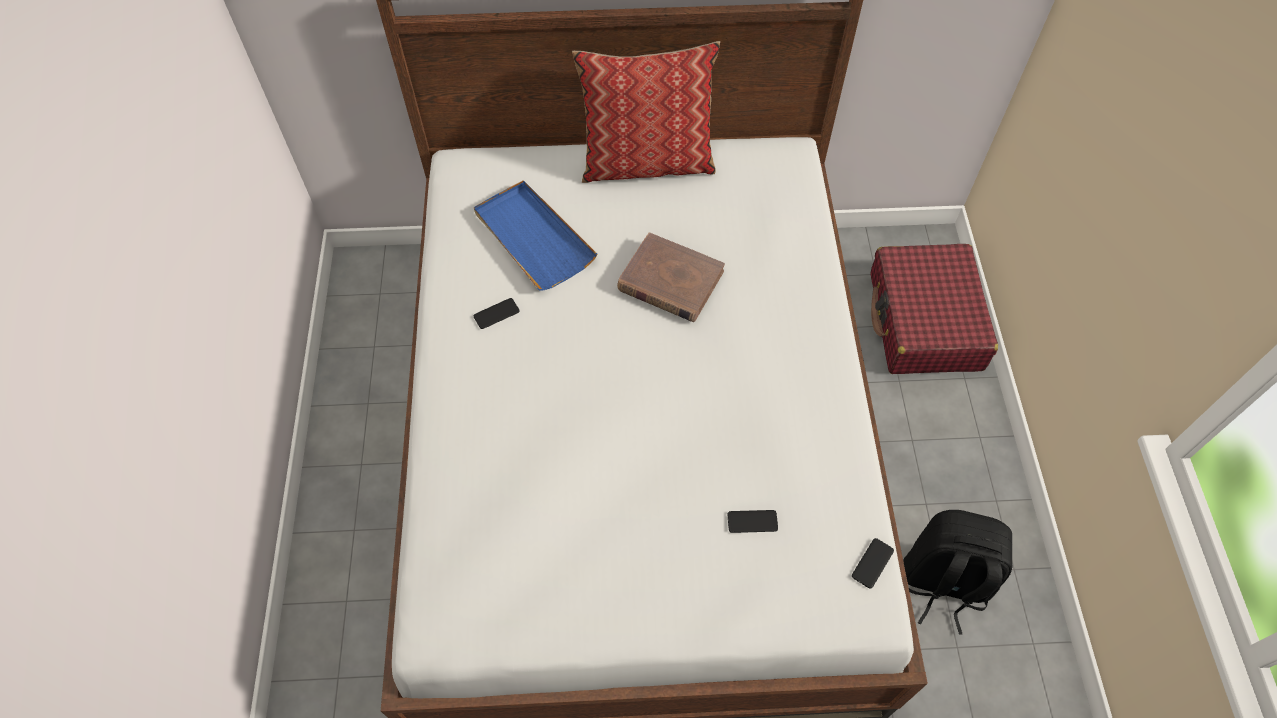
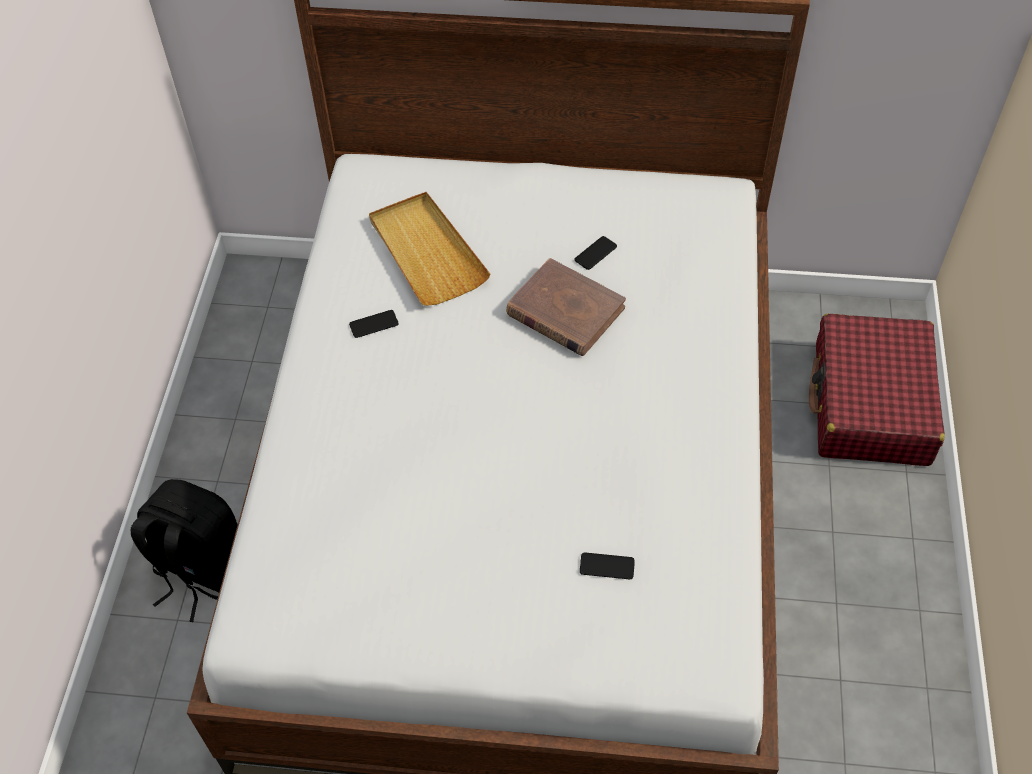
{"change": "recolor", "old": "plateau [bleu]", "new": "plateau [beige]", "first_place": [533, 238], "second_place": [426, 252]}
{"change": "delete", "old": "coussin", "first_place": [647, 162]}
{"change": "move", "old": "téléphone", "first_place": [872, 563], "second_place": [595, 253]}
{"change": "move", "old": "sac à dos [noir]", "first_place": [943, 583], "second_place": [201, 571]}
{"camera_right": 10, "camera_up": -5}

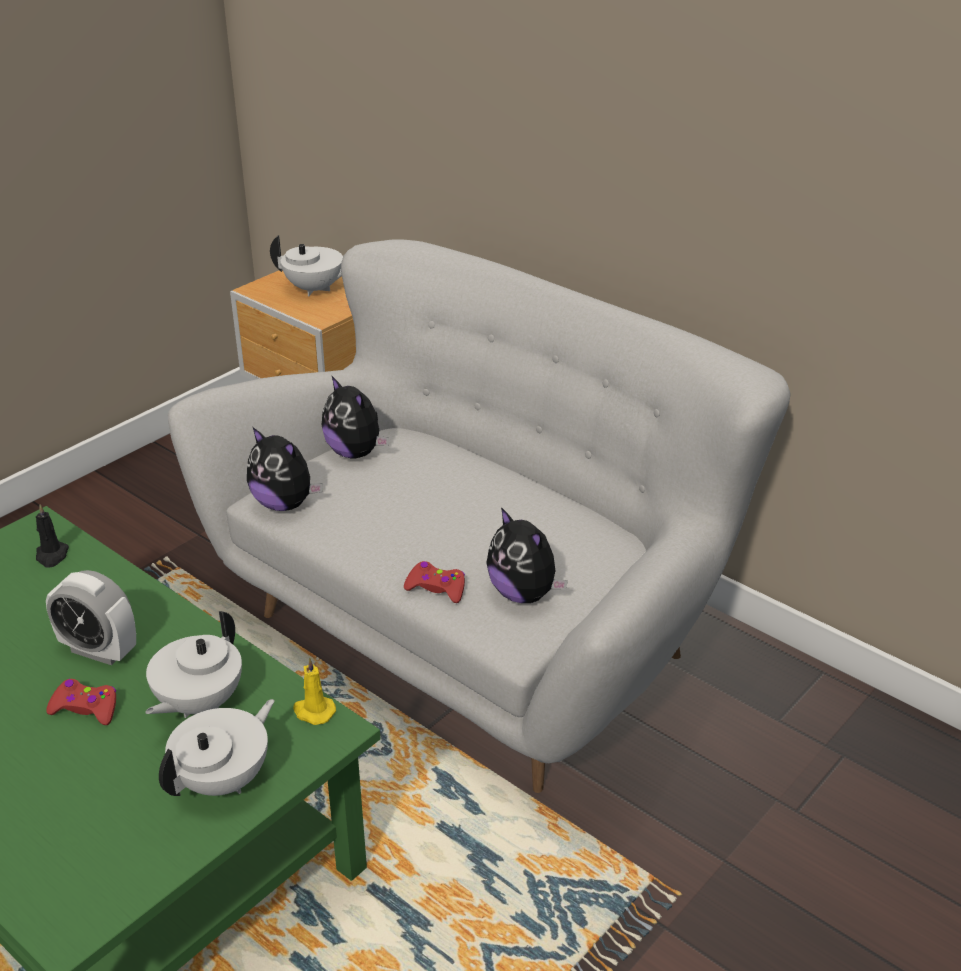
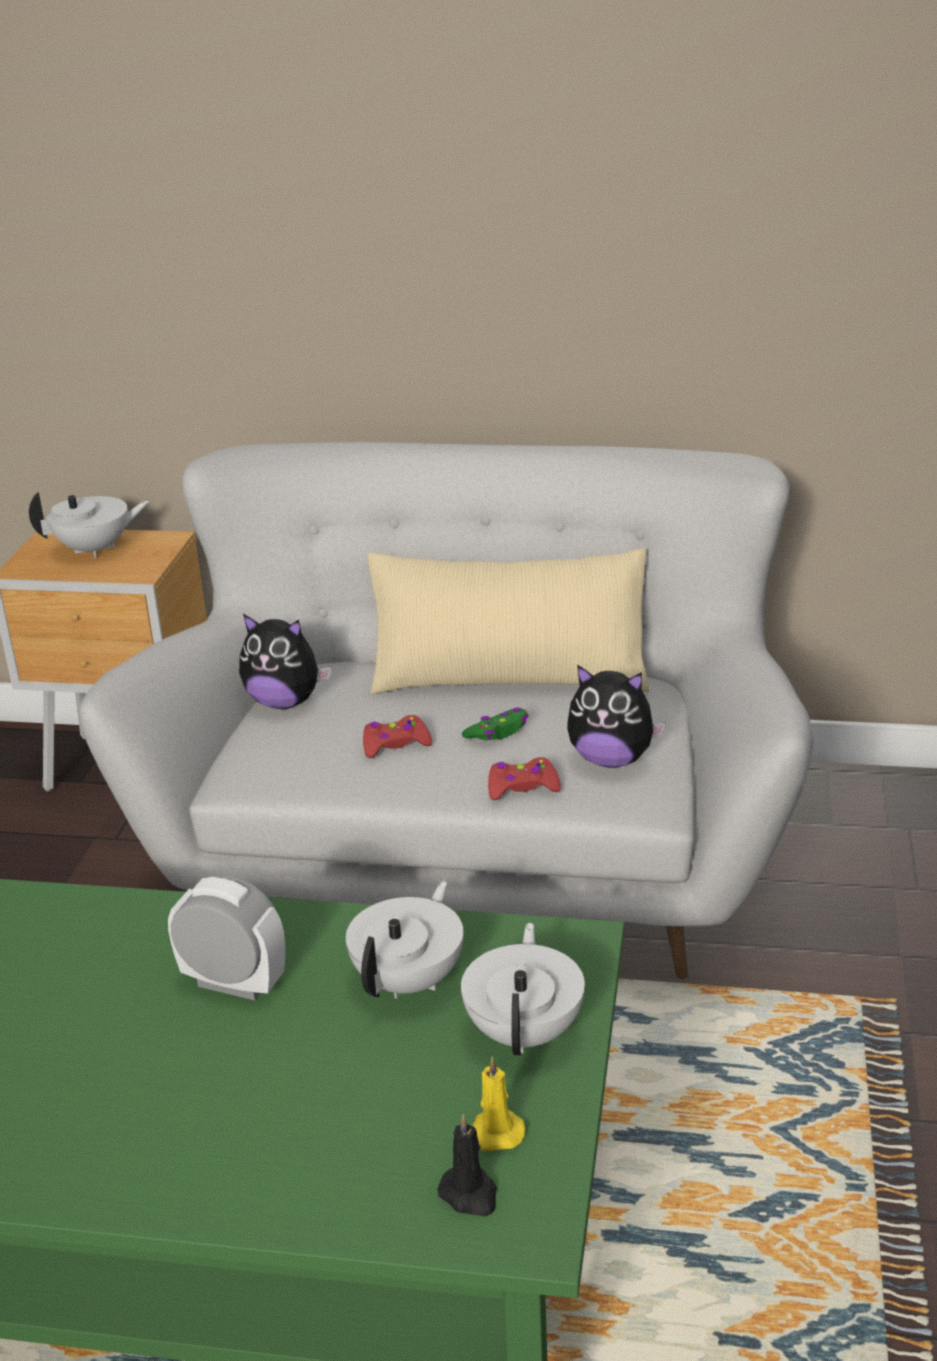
{"change": "move", "old": "bougie [noir]", "first_place": [52, 556], "second_place": [470, 1194]}
{"change": "rotate", "old": "réveil", "first_place": [99, 651], "second_place": [233, 983], "degrees": -150}
{"change": "move", "old": "manette [rouge]", "first_place": [86, 708], "second_place": [395, 744]}
{"change": "rotate", "old": "théière [blanc]", "first_place": [198, 703], "second_place": [410, 980], "degrees": -150}
{"change": "delete", "old": "peluche", "first_place": [284, 504]}
{"change": "move", "old": "bougie [jaune]", "first_place": [313, 711], "second_place": [493, 1134]}
{"change": "insert", "new": "coussin [beige]", "second_place": [509, 676]}
{"change": "insert", "new": "manette [vert]", "second_place": [498, 732]}
{"camera_right": -30, "camera_up": -5}

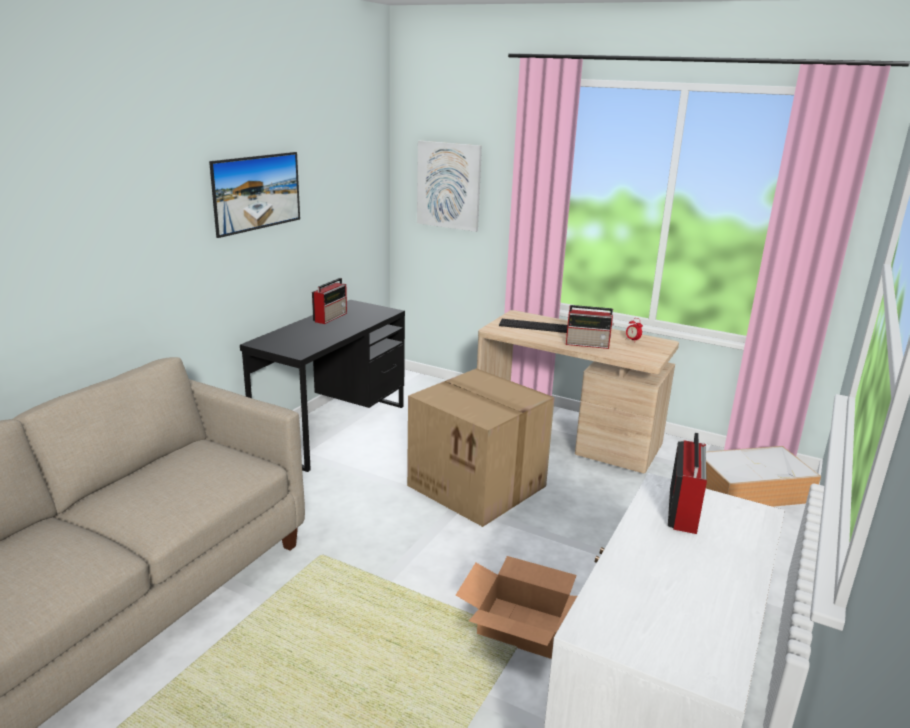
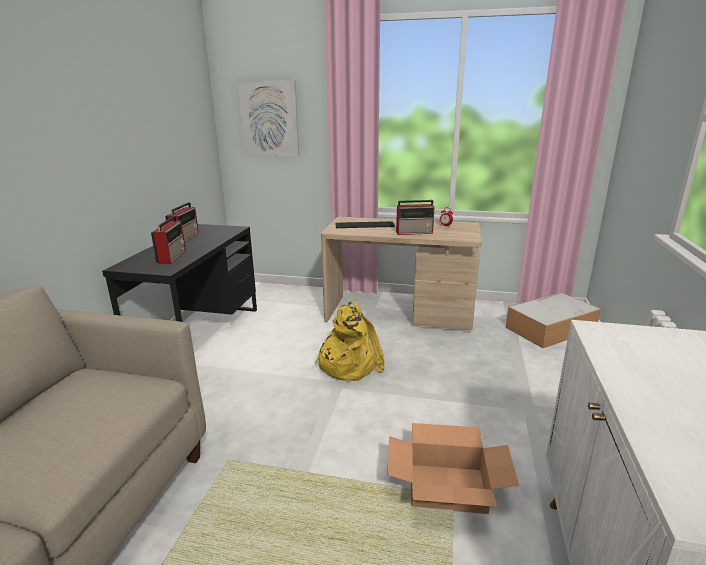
{"change": "delete", "old": "tableau", "first_place": [258, 210]}
{"change": "replace", "old": "carton", "new": "sac à dos [jaune]", "first_place": [479, 486], "second_place": [348, 364]}
{"change": "move", "old": "radio", "first_place": [683, 509], "second_place": [172, 256]}
{"camera_right": -15, "camera_up": 0}

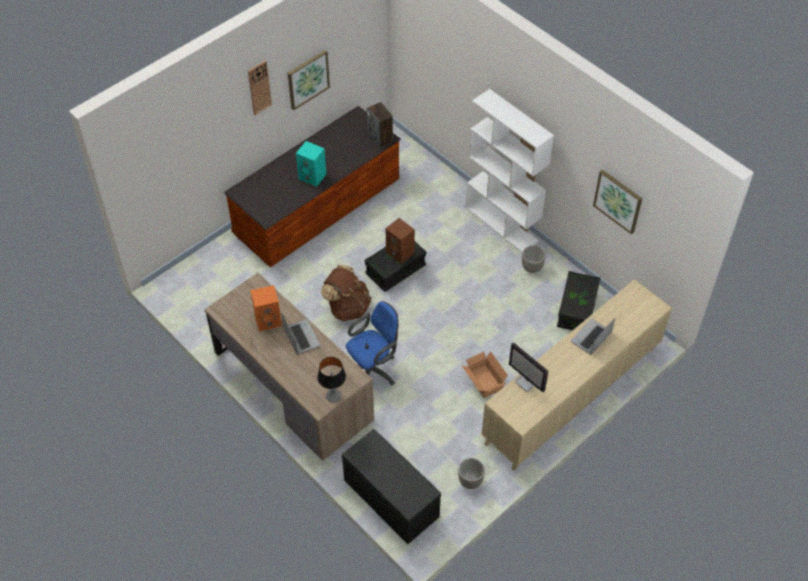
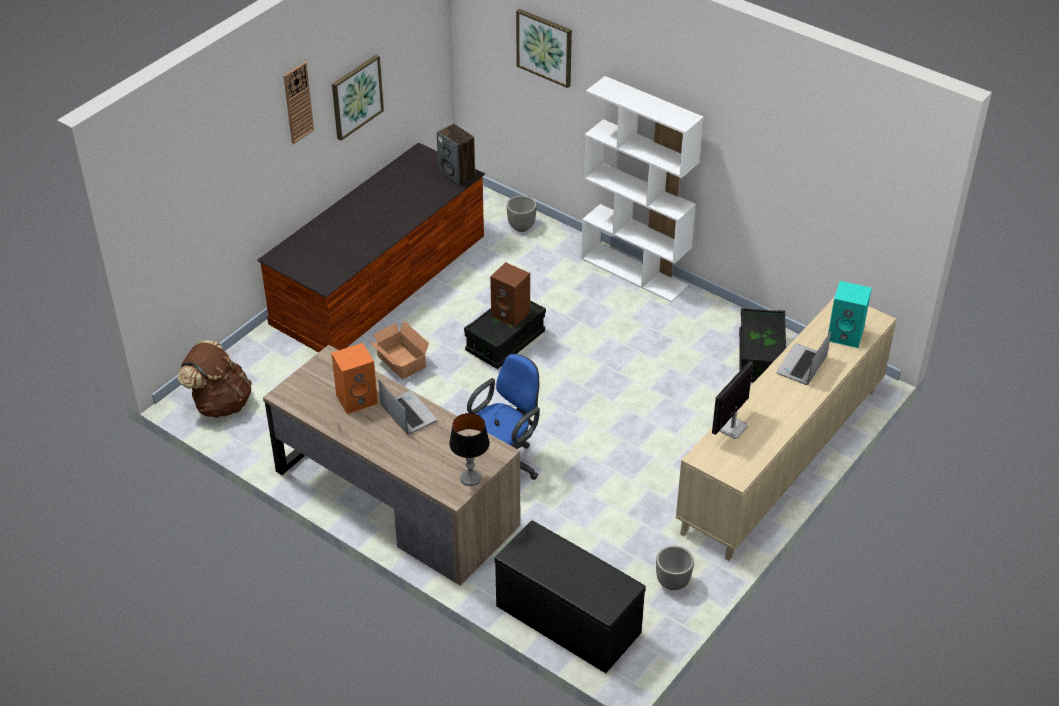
{"change": "move", "old": "enceinte [turquoise]", "first_place": [313, 176], "second_place": [846, 335]}
{"change": "move", "old": "sac à dos [marron]", "first_place": [348, 307], "second_place": [220, 403]}
{"change": "move", "old": "carton", "first_place": [484, 382], "second_place": [400, 363]}
{"change": "rotate", "old": "écran d'ordinateur", "first_place": [527, 382], "second_place": [731, 428], "degrees": 90}
{"change": "move", "old": "cache-pot", "first_place": [531, 268], "second_place": [521, 227]}
{"change": "move", "old": "tableau", "first_place": [618, 201], "second_place": [545, 47]}
{"camera_right": -10, "camera_up": -10}

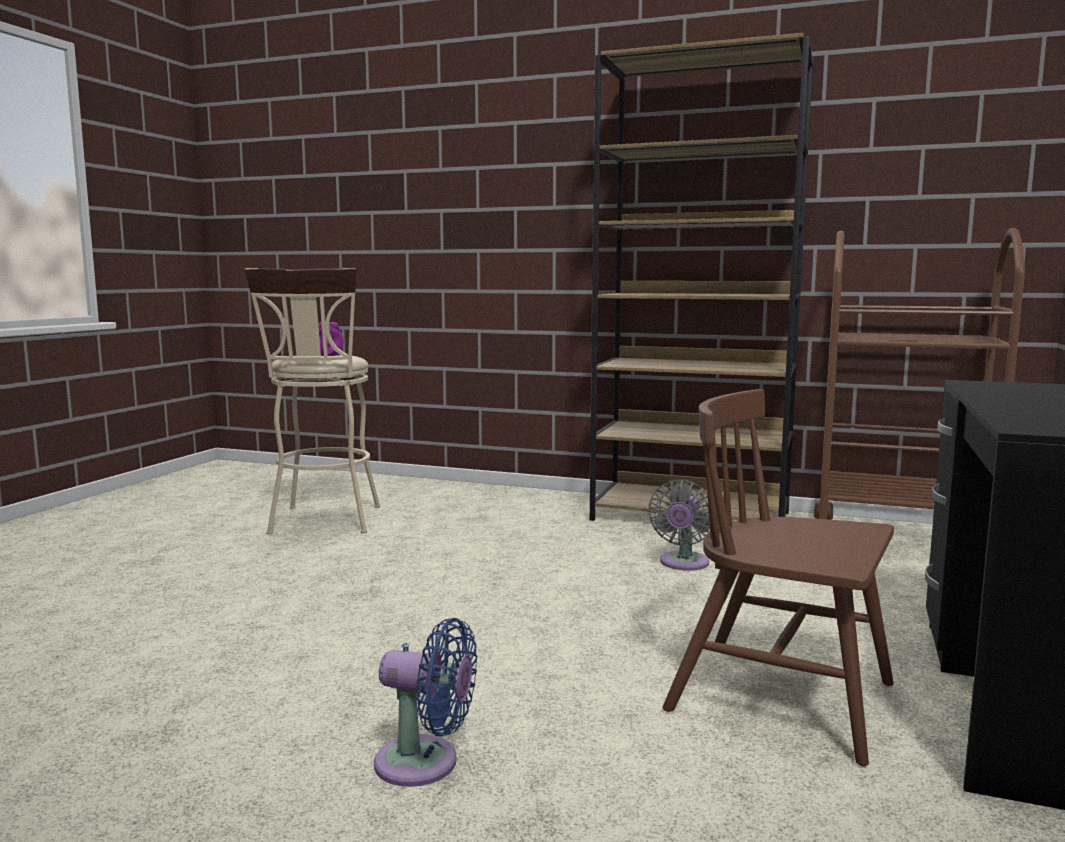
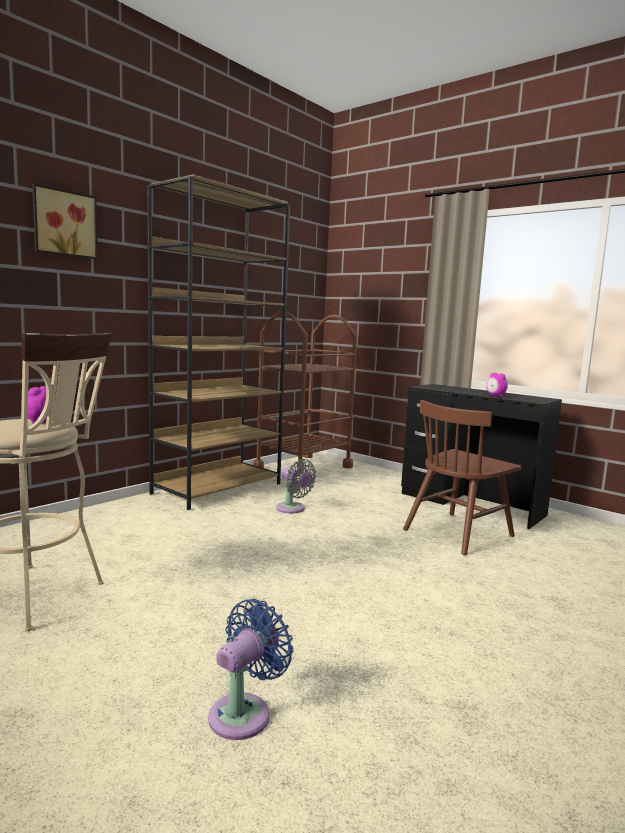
{"change": "move", "old": "ventilateur [bleu]", "first_place": [425, 763], "second_place": [244, 712]}
{"change": "insert", "new": "tableau", "second_place": [64, 223]}
{"change": "insert", "new": "réveil", "second_place": [495, 396]}
{"camera_right": -70, "camera_up": 0}

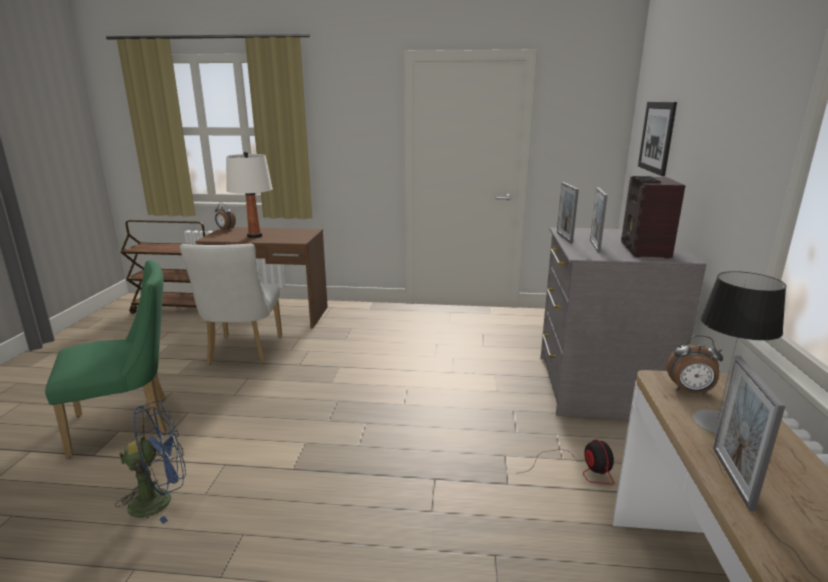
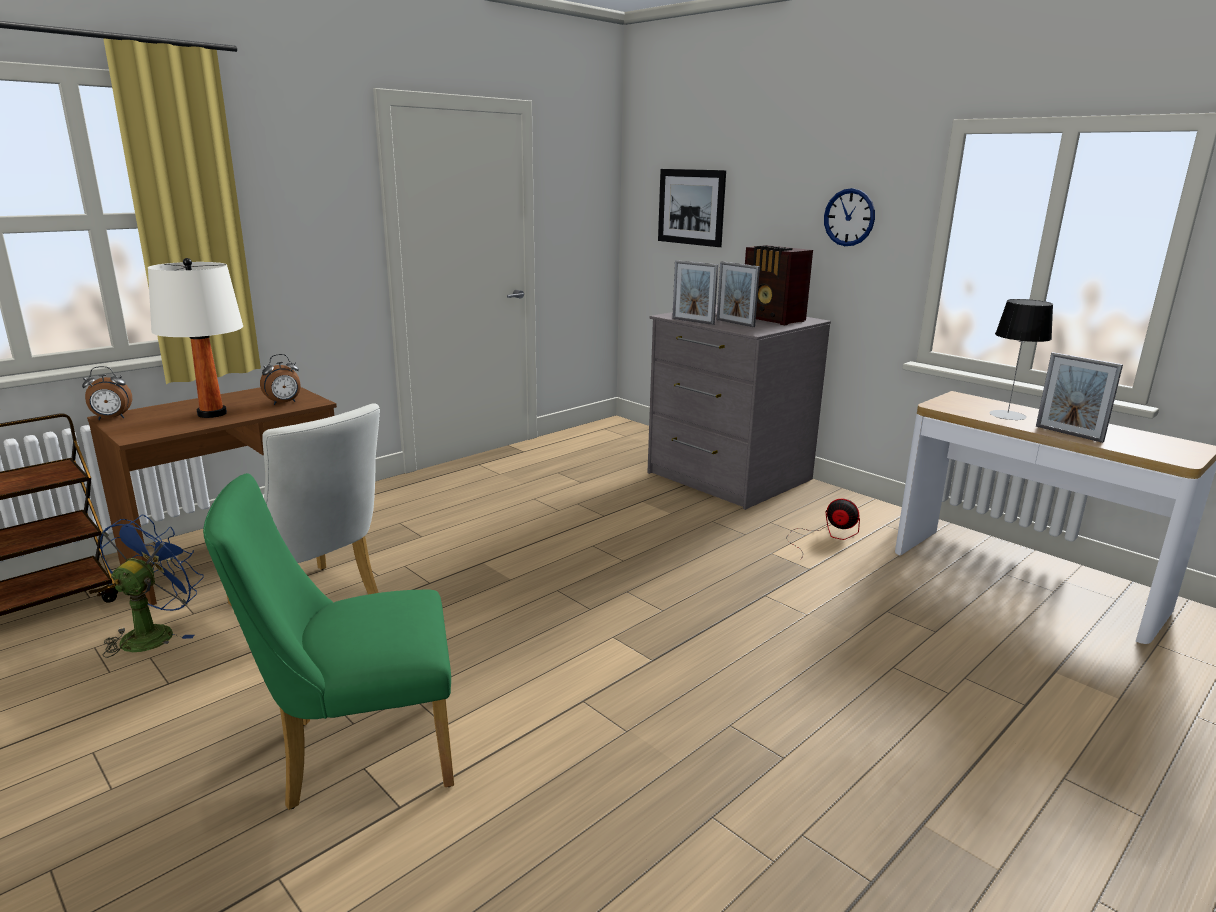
{"change": "rotate", "old": "chaise [vert]", "first_place": [130, 423], "second_place": [356, 753], "degrees": -120}
{"change": "move", "old": "ventilateur [bleu]", "first_place": [160, 499], "second_place": [154, 633]}
{"change": "move", "old": "réveil", "first_place": [690, 391], "second_place": [284, 403]}
{"change": "insert", "new": "horloge murale", "second_place": [849, 217]}
{"camera_right": -50, "camera_up": 0}

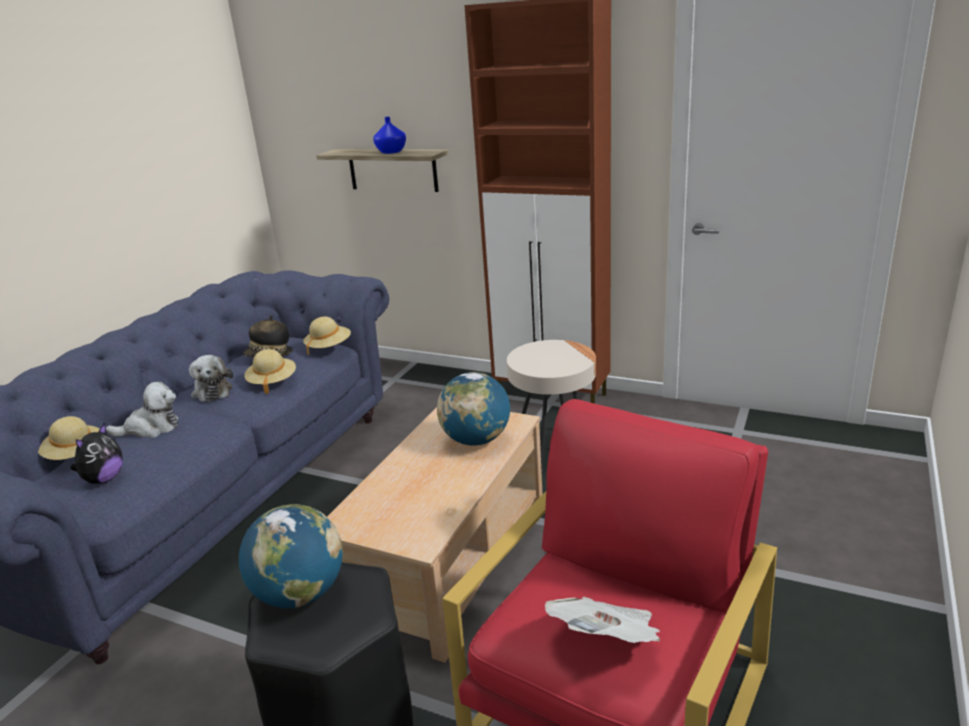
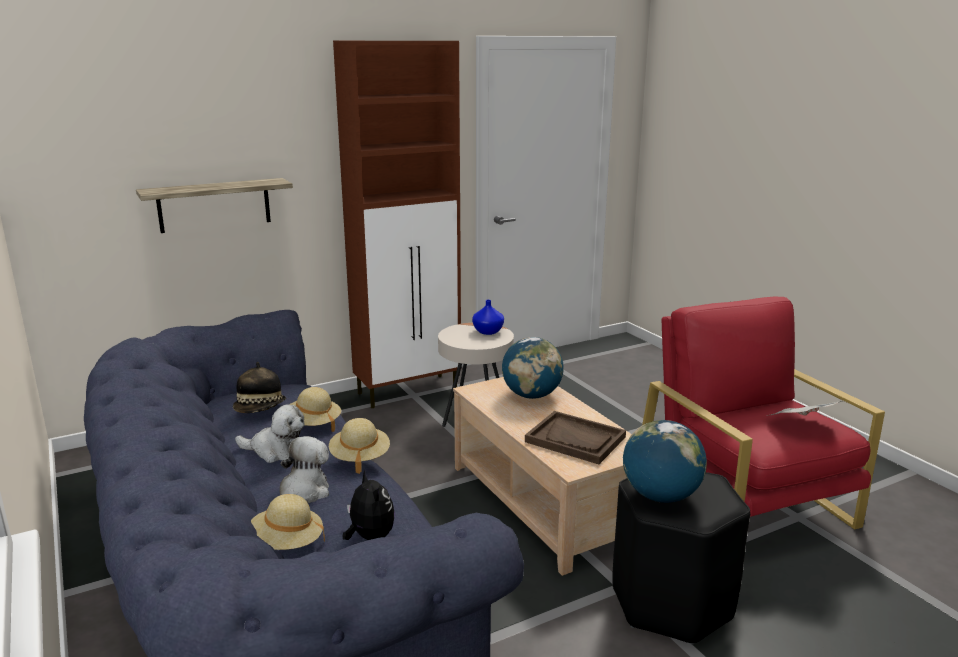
{"change": "move", "old": "chapeau [beige]", "first_place": [329, 347], "second_place": [359, 457]}
{"change": "move", "old": "vase [bleu]", "first_place": [392, 152], "second_place": [488, 331]}
{"change": "insert", "new": "plateau [marron]", "second_place": [575, 439]}
{"camera_right": -55, "camera_up": -5}

